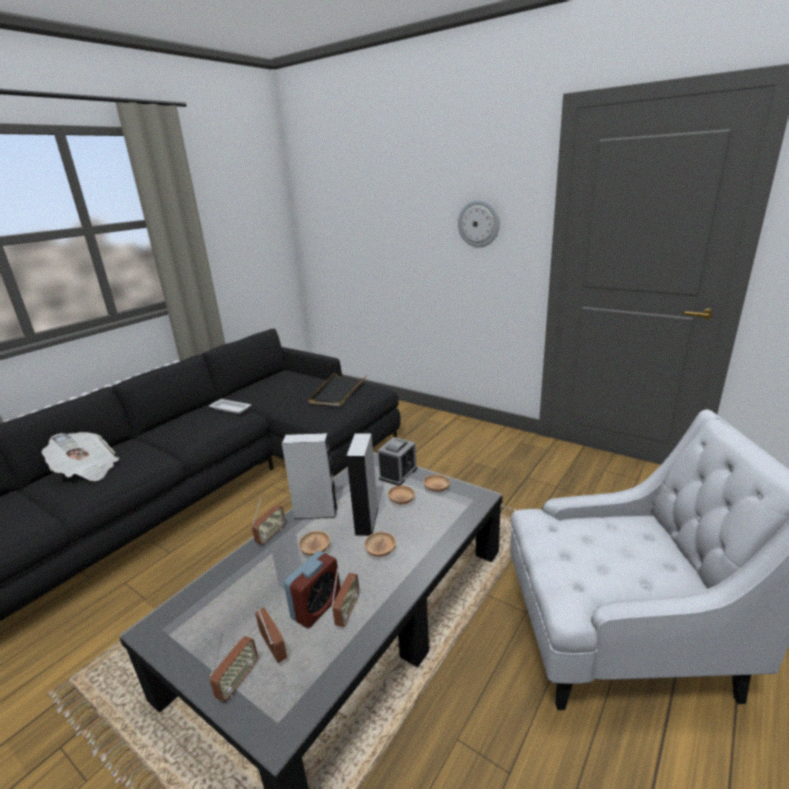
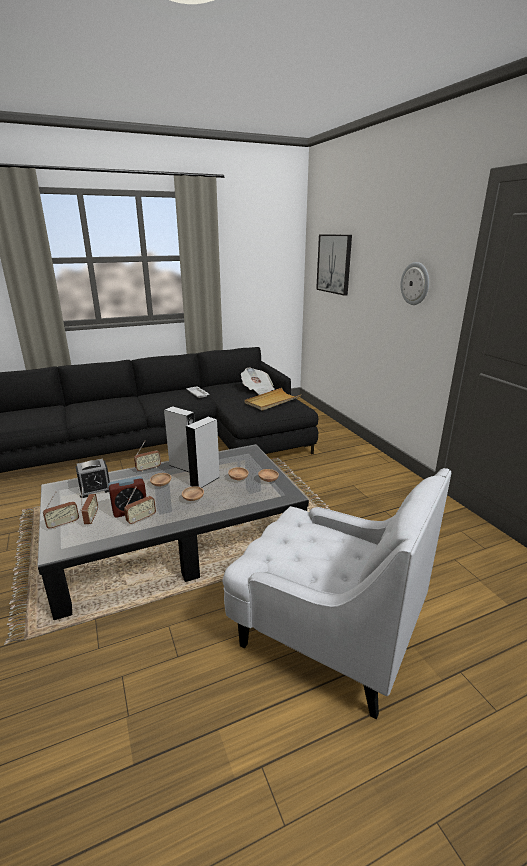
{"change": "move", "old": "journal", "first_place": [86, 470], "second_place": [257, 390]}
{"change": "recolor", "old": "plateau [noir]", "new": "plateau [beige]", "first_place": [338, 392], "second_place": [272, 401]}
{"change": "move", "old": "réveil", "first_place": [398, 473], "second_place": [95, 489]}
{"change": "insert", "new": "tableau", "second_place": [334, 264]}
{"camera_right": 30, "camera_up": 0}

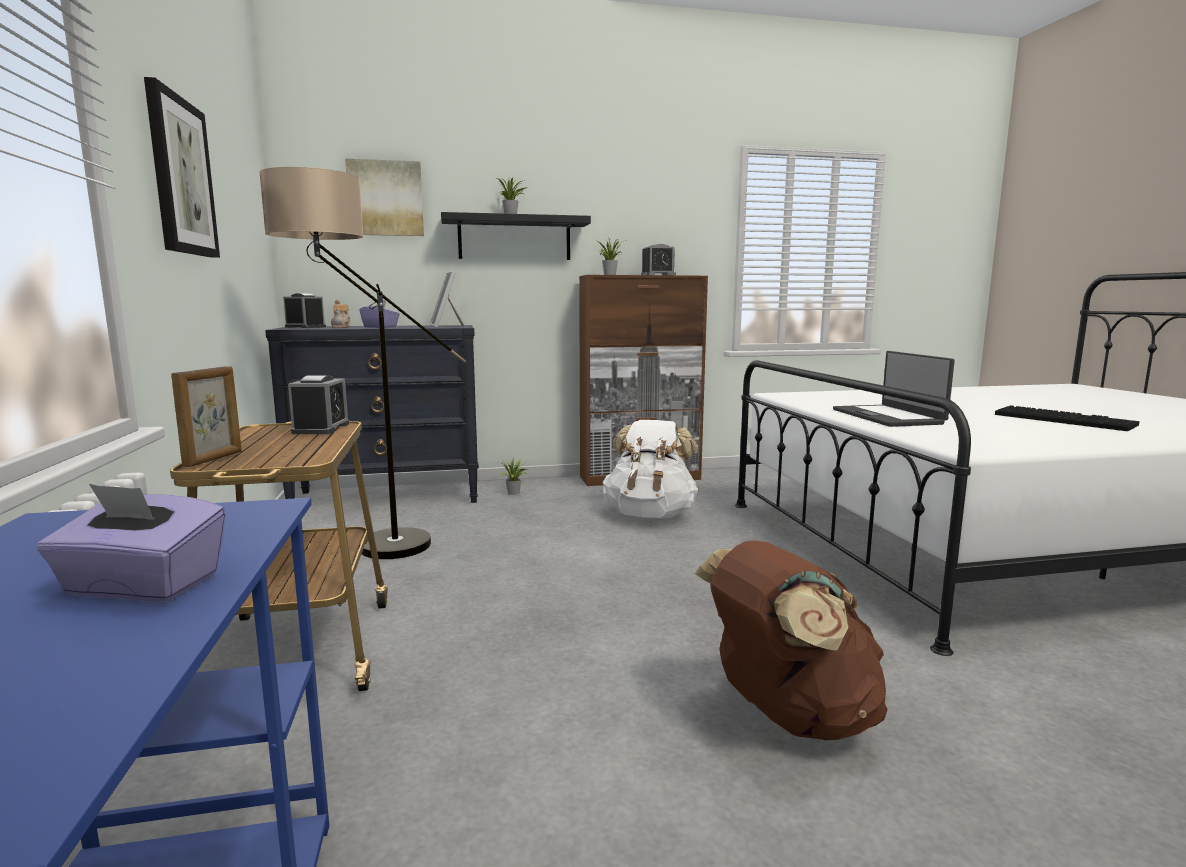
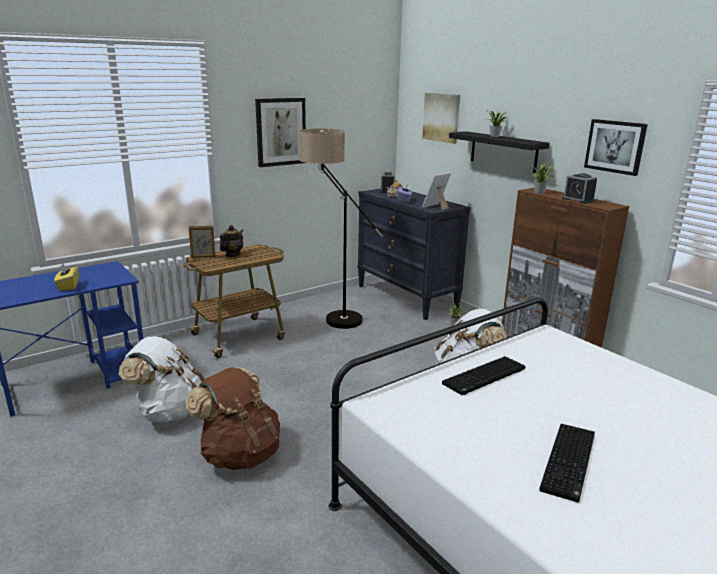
{"change": "recolor", "old": "boîte à mouchoirs [violet]", "new": "boîte à mouchoirs [jaune]", "first_place": [142, 586], "second_place": [68, 286]}
{"change": "delete", "old": "réveil", "first_place": [321, 428]}
{"change": "replace", "old": "ordinateur portable", "new": "clavier", "first_place": [888, 416], "second_place": [485, 377]}
{"change": "insert", "new": "sac à dos [blanc]", "second_place": [169, 412]}
{"change": "insert", "new": "théière", "second_place": [232, 255]}
{"change": "insert", "new": "tableau", "second_place": [615, 146]}
{"camera_right": 65, "camera_up": 10}

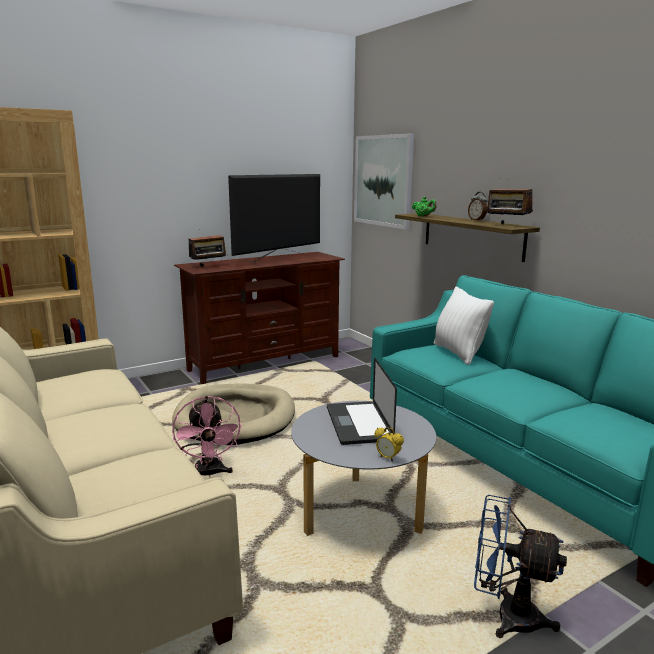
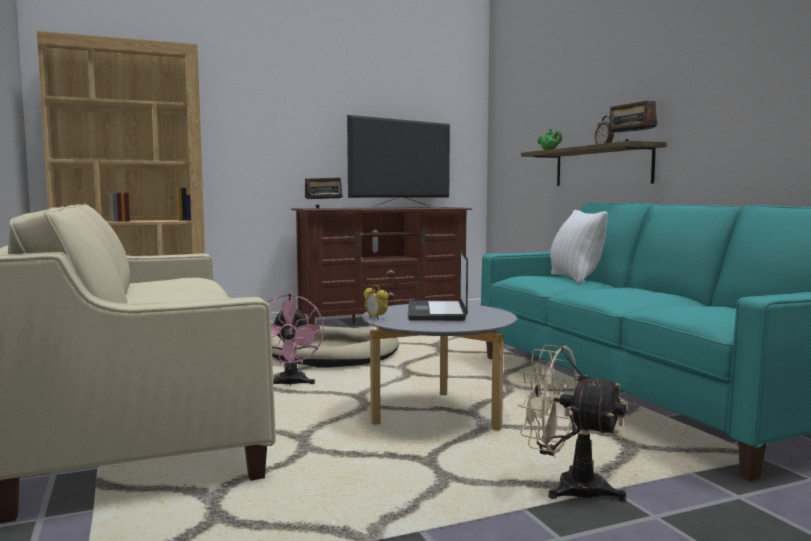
{"change": "delete", "old": "tableau", "first_place": [383, 181]}
{"change": "move", "old": "réveil", "first_place": [388, 458], "second_place": [376, 318]}
{"change": "recolor", "old": "ventilateur [bleu]", "new": "ventilateur [beige]", "first_place": [506, 615], "second_place": [568, 487]}
{"camera_right": 10, "camera_up": -10}

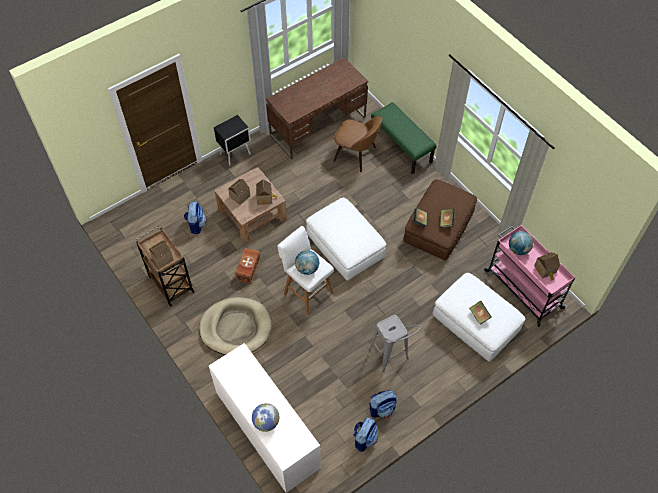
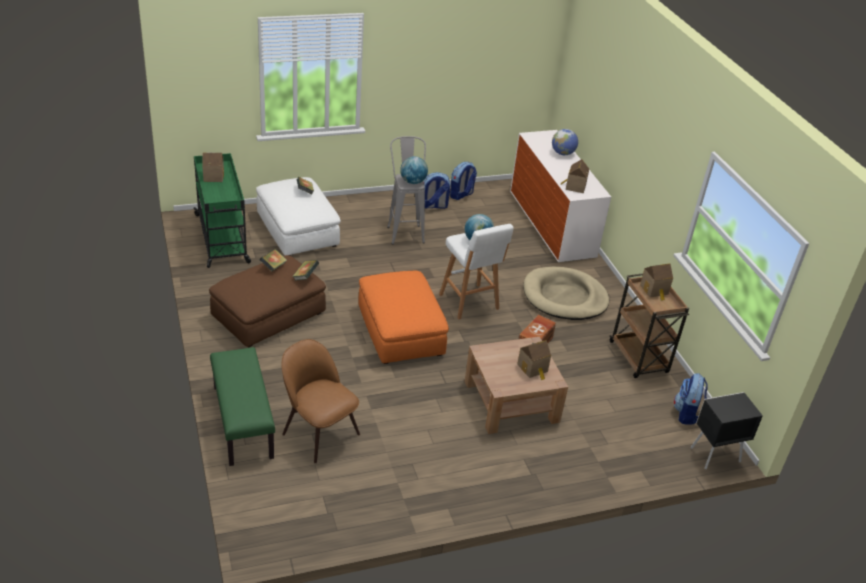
{"change": "move", "old": "sac à dos", "first_place": [196, 224], "second_place": [687, 414]}
{"change": "move", "old": "table de chevet [noir]", "first_place": [236, 154], "second_place": [714, 454]}
{"change": "move", "old": "maison miniature", "first_place": [265, 198], "second_place": [574, 187]}
{"change": "delete", "old": "bureau [marron]", "first_place": [318, 126]}
{"change": "recolor", "old": "pouf [blanc]", "new": "pouf [orange]", "first_place": [345, 246], "second_place": [400, 331]}
{"change": "recolor", "old": "chariot [rose]", "new": "chariot [vert]", "first_place": [522, 288], "second_place": [222, 239]}
{"change": "move", "old": "globe", "first_place": [518, 249], "second_place": [413, 182]}
{"camera_right": -165, "camera_up": -20}

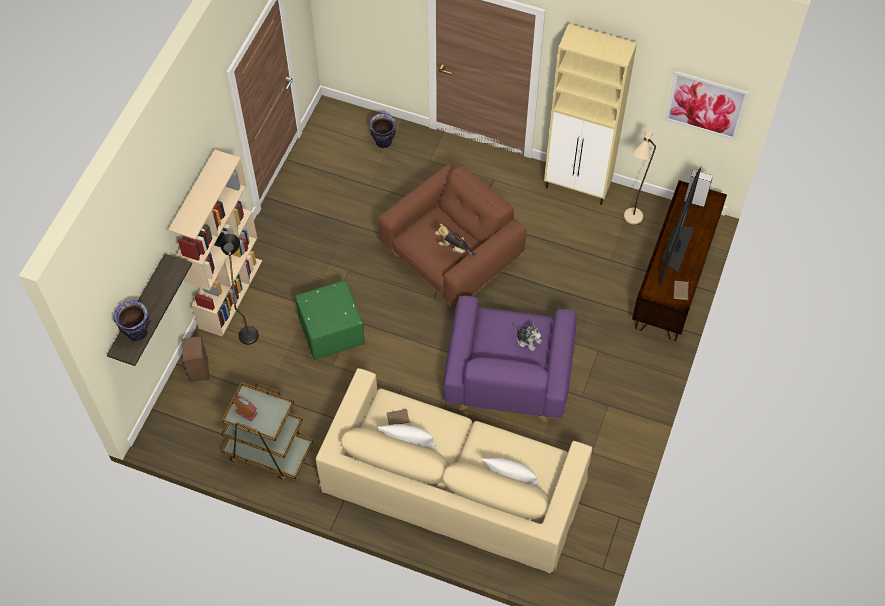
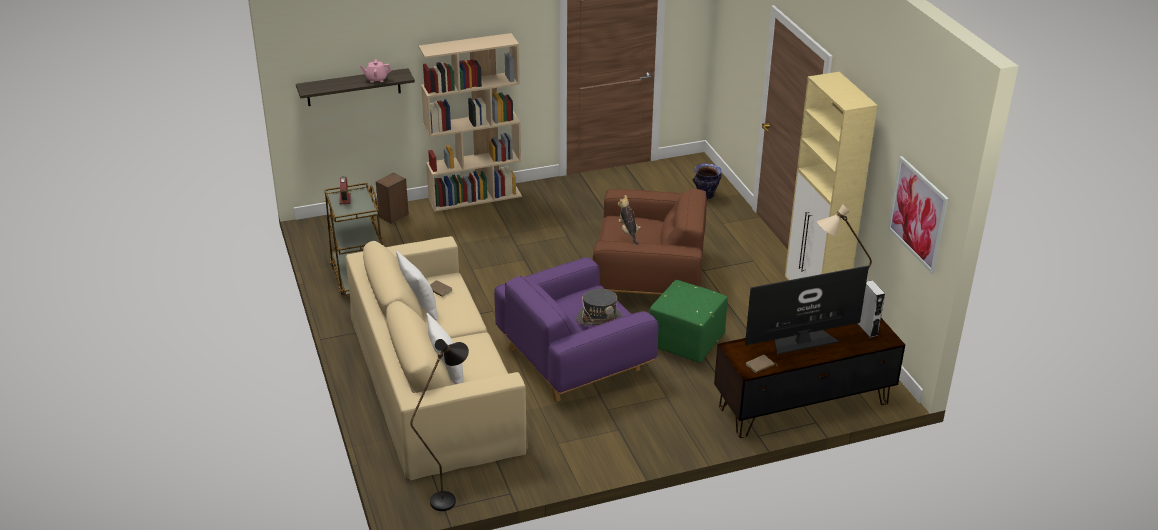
{"change": "delete", "old": "vase", "first_place": [137, 333]}
{"change": "move", "old": "lampadaire [noir]", "first_place": [247, 329], "second_place": [450, 496]}
{"change": "move", "old": "pouf [vert]", "first_place": [332, 332], "second_place": [686, 342]}
{"change": "replace", "old": "peluche", "new": "chapeau [gris]", "first_place": [528, 340], "second_place": [599, 319]}
{"change": "insert", "new": "théière [rose]", "second_place": [376, 79]}
{"camera_right": 50, "camera_up": -25}

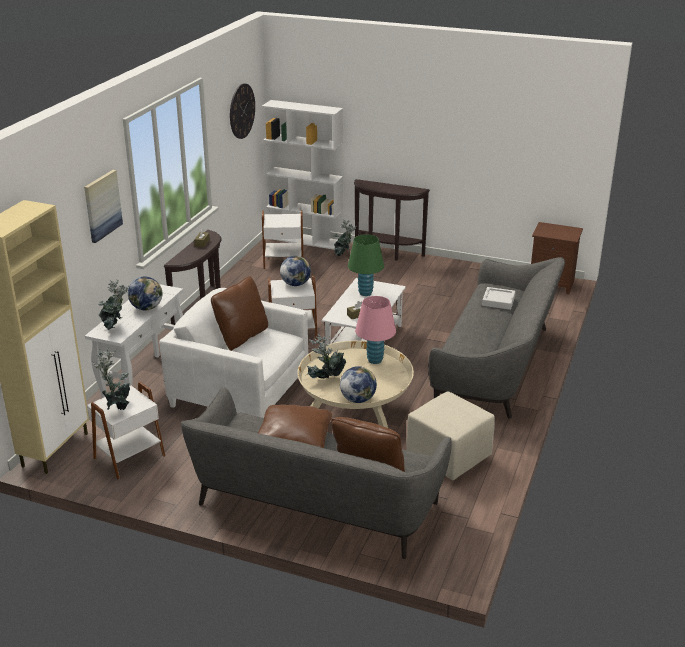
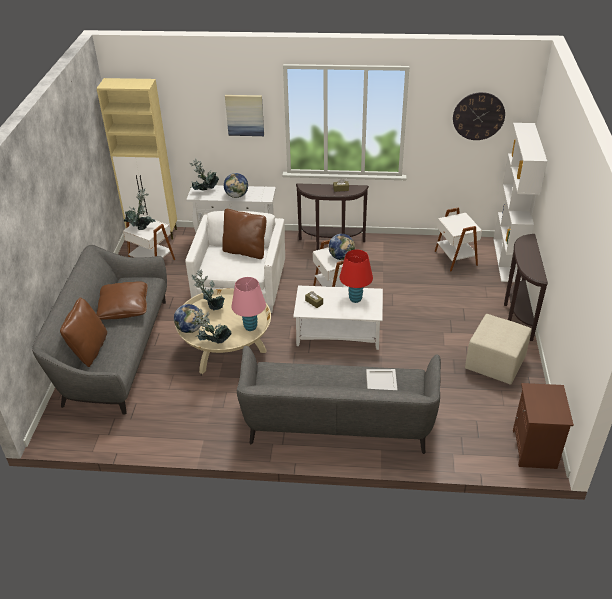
{"change": "move", "old": "plante en pot", "first_place": [343, 256], "second_place": [213, 344]}
{"change": "recolor", "old": "lampe de table [vert]", "new": "lampe de table [rouge]", "first_place": [365, 293], "second_place": [355, 299]}
{"change": "move", "old": "pouf [beige]", "first_place": [449, 457], "second_place": [495, 364]}
{"camera_right": 75, "camera_up": 10}

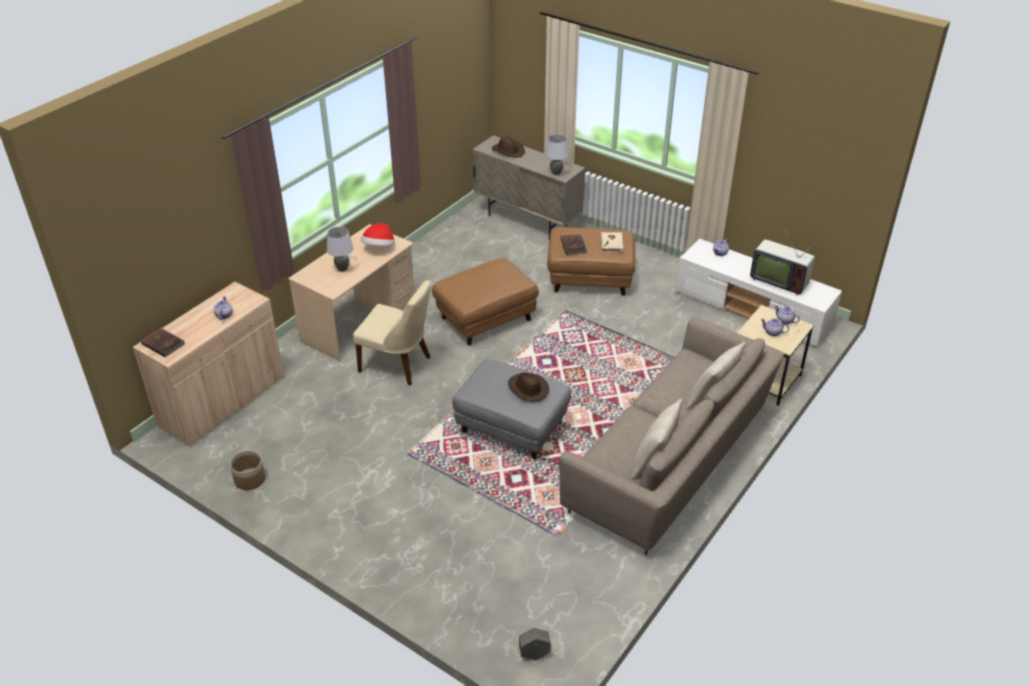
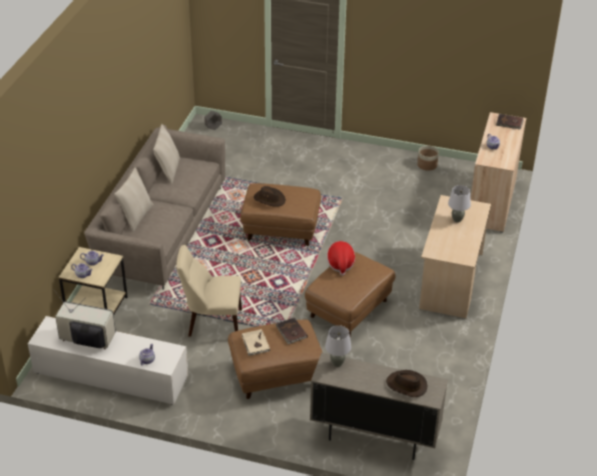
{"change": "move", "old": "chaise [beige]", "first_place": [398, 365], "second_place": [212, 323]}
{"change": "move", "old": "chapeau", "first_place": [379, 248], "second_place": [340, 264]}
{"change": "recolor", "old": "pouf [gris]", "new": "pouf [marron]", "first_place": [511, 427], "second_place": [281, 229]}
{"camera_right": 160, "camera_up": 0}

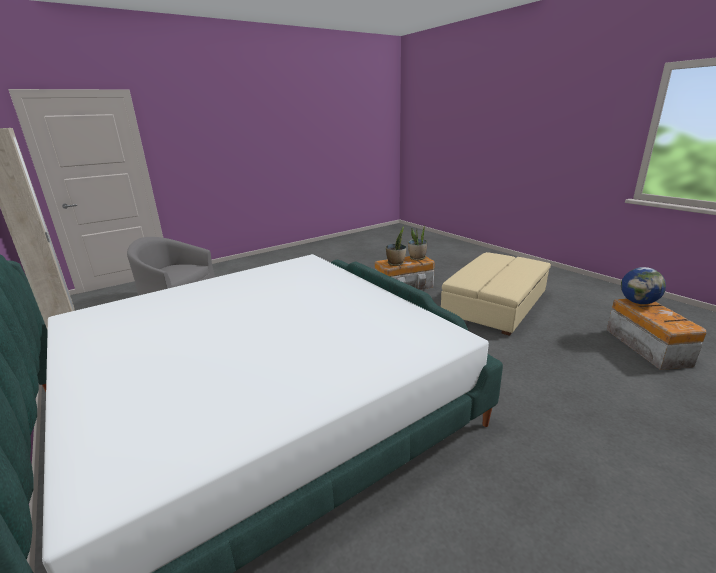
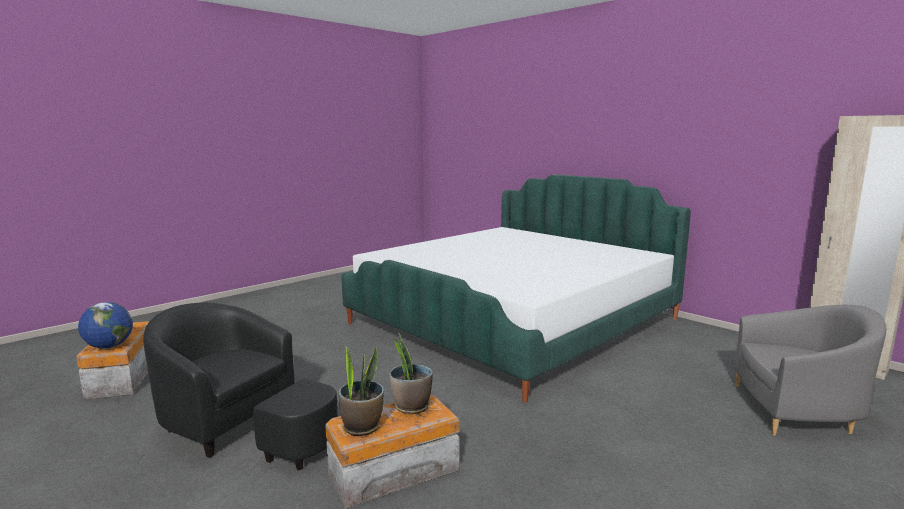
{"change": "replace", "old": "pouf [beige]", "new": "fauteuil [noir]", "first_place": [495, 305], "second_place": [241, 429]}
{"camera_right": 170, "camera_up": -10}

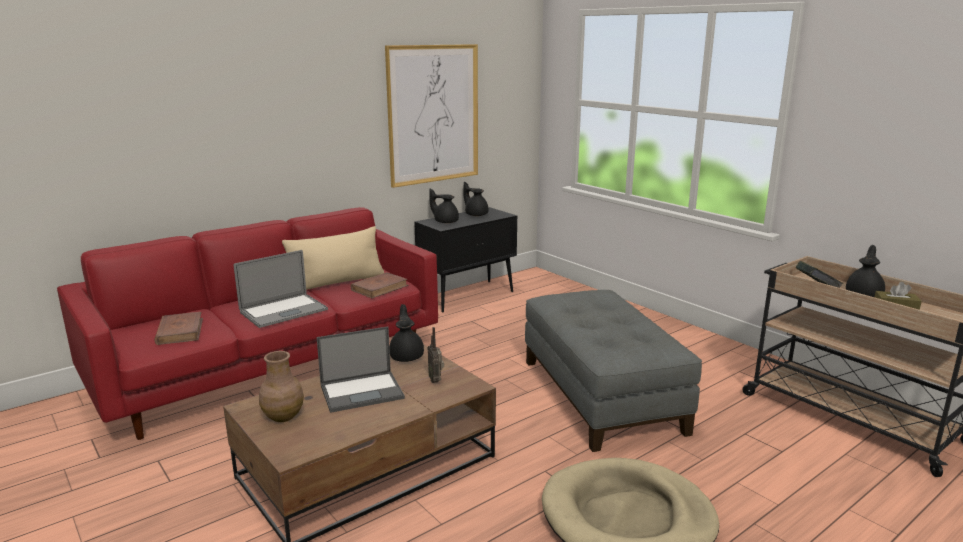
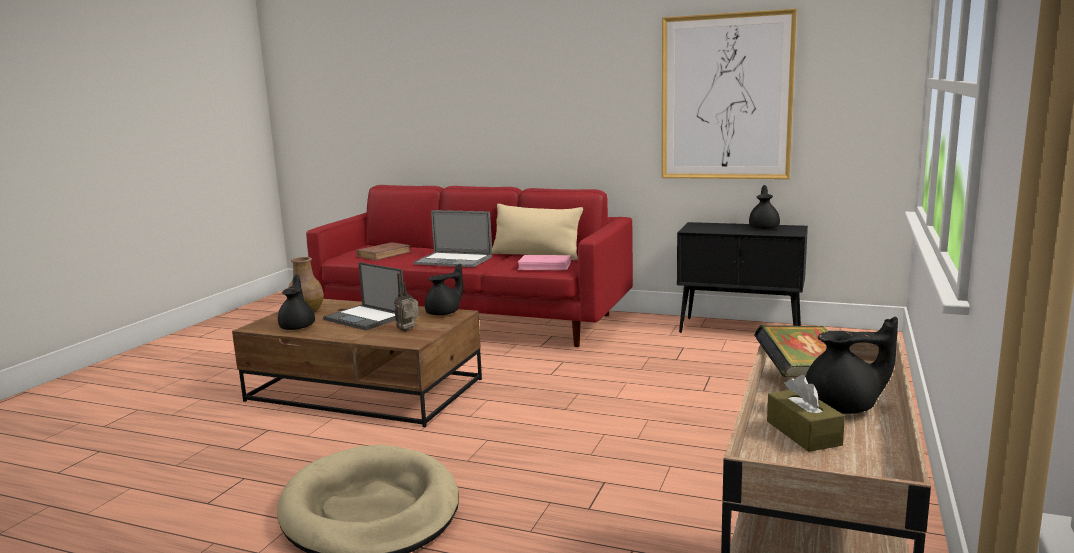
{"change": "recolor", "old": "livre [marron]", "new": "livre [rose]", "first_place": [380, 288], "second_place": [545, 266]}
{"change": "move", "old": "théière [noir]", "first_place": [445, 221], "second_place": [298, 326]}
{"change": "delete", "old": "pouf [gris]", "first_place": [602, 395]}
{"camera_right": 60, "camera_up": -5}

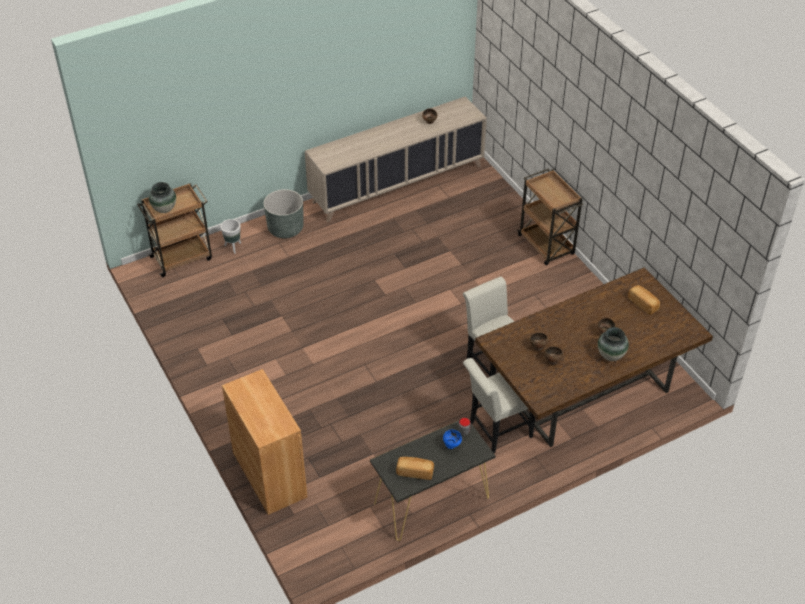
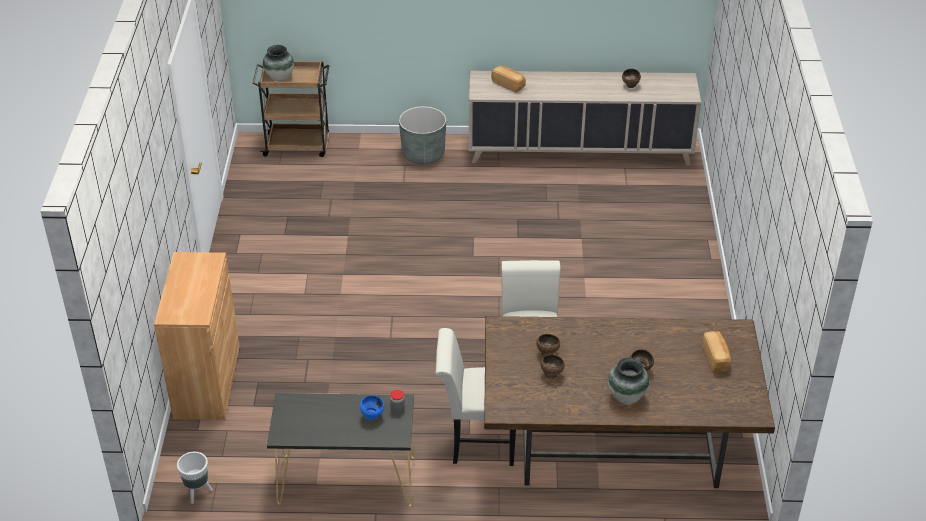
{"change": "move", "old": "cache-pot [blanc]", "first_place": [233, 247], "second_place": [197, 493]}
{"change": "move", "old": "pain", "first_place": [415, 472], "second_place": [508, 84]}
{"change": "delete", "old": "chariot [marron]", "first_place": [546, 246]}
{"camera_right": 30, "camera_up": -5}

